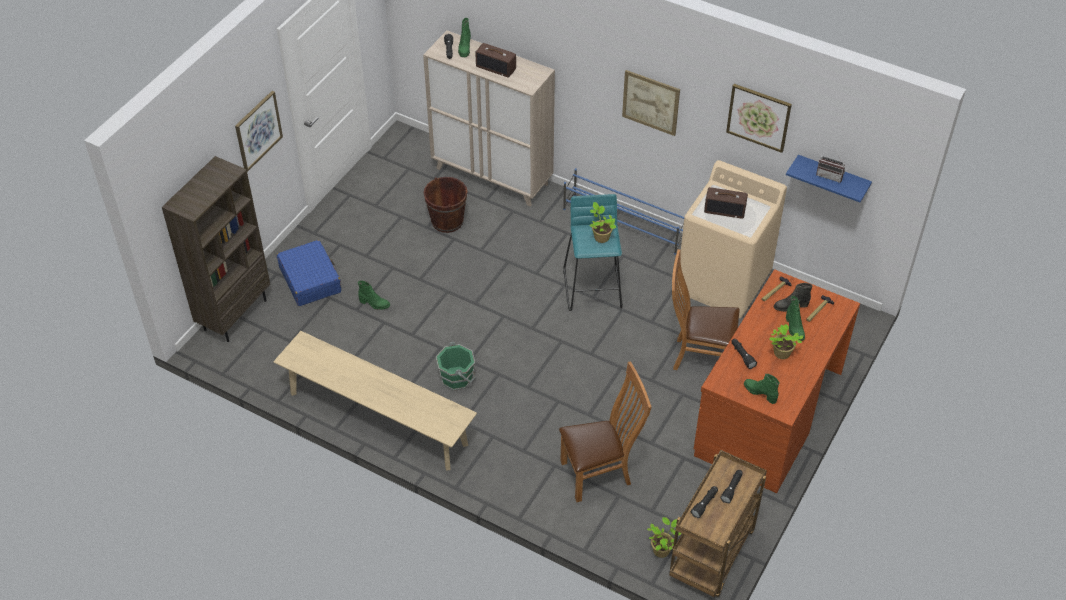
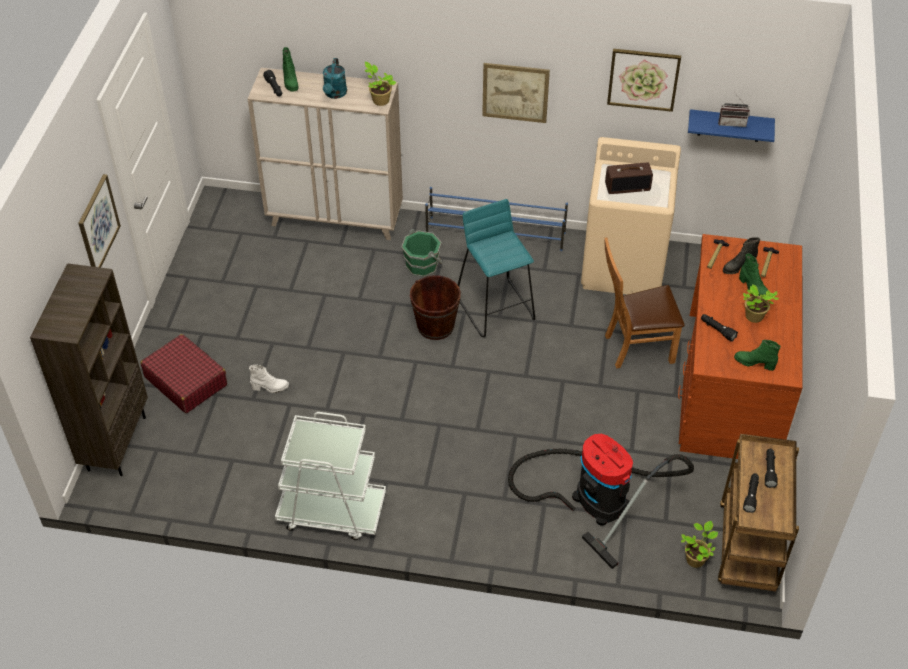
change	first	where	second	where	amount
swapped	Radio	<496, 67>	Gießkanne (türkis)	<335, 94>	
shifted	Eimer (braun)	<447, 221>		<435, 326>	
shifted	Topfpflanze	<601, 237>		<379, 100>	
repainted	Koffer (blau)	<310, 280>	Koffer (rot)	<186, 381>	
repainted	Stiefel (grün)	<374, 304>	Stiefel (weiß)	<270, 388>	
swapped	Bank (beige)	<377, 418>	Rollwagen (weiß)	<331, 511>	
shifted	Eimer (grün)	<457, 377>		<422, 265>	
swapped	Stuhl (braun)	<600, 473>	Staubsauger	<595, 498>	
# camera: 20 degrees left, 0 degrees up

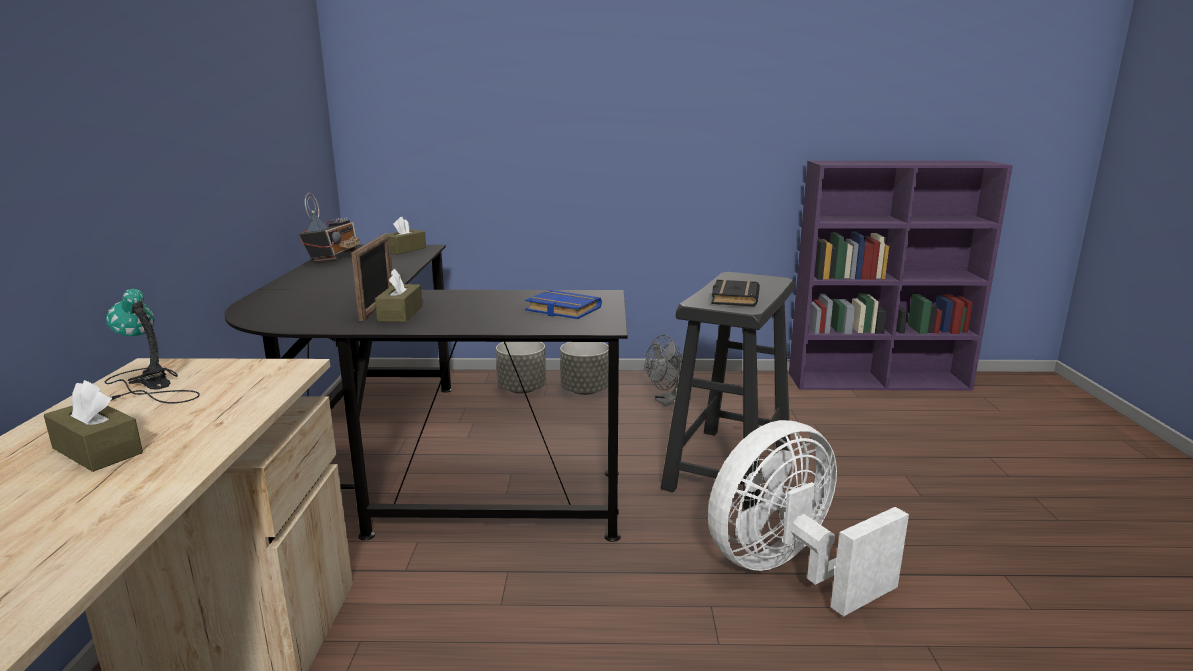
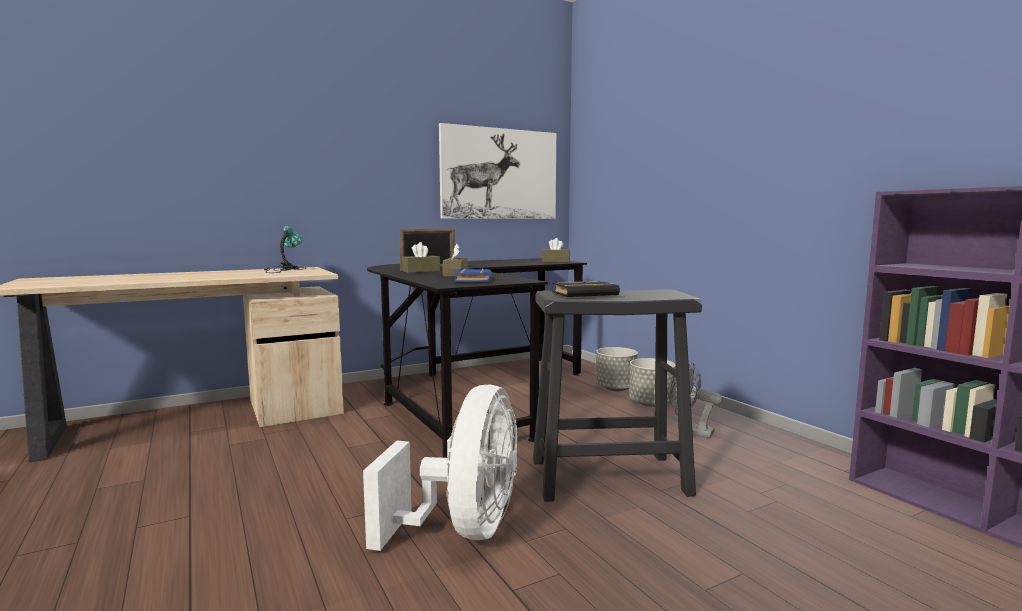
change	first	where	second	where	amount
gone	Radio	<333, 257>			
shifted	Taschentuchbox (braun)	<97, 451>		<455, 274>	
rotated	Ventilator (weiß)	<787, 570>		<464, 530>	75 degrees clockwise
new			Bild	<499, 174>	
# camera: 60 degrees right, 10 degrees down

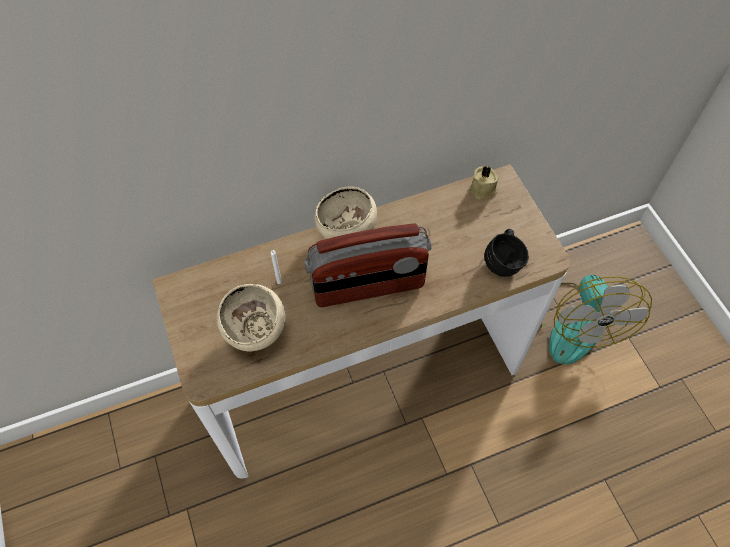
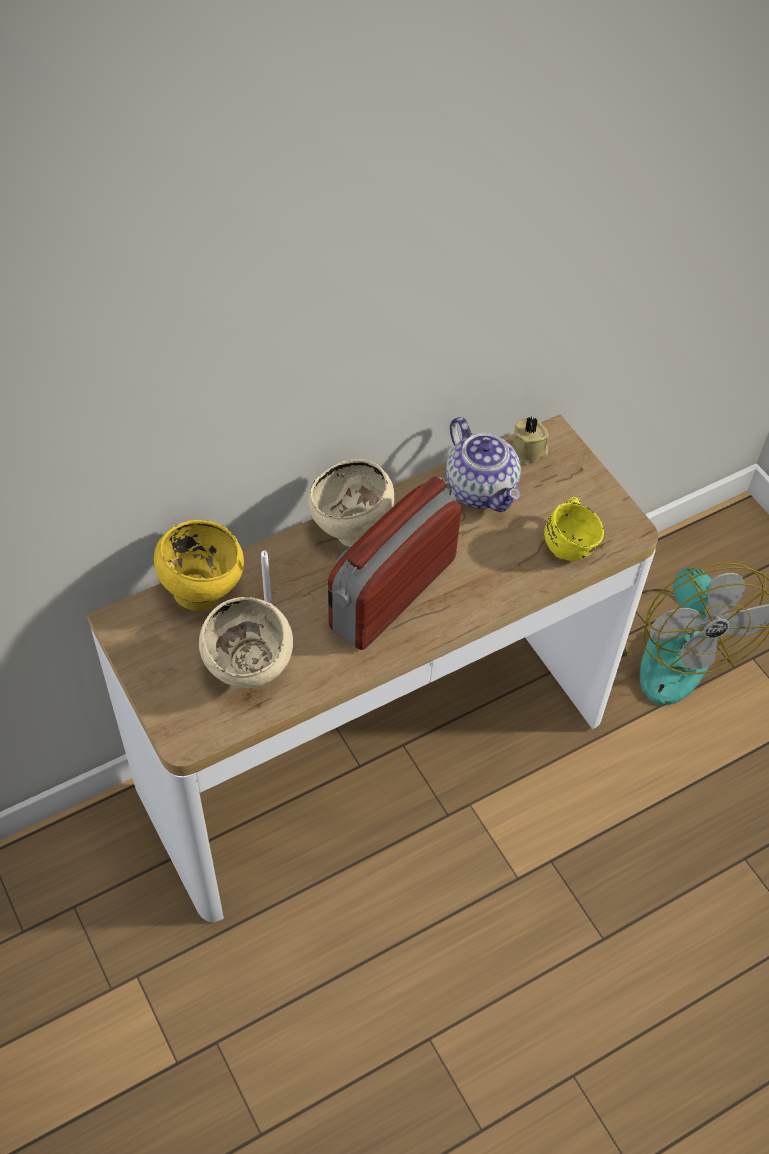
change	first	where	second	where	amount
rotated	Radio	<368, 286>		<392, 593>	150 degrees clockwise
repainted	Henkelbecher (schwarz)	<504, 261>	Henkelbecher (gelb)	<571, 542>	
new			Teekanne	<482, 489>	
new			Schüssel (gelb)	<202, 591>	
# camera: 10 degrees left, 5 degrees down

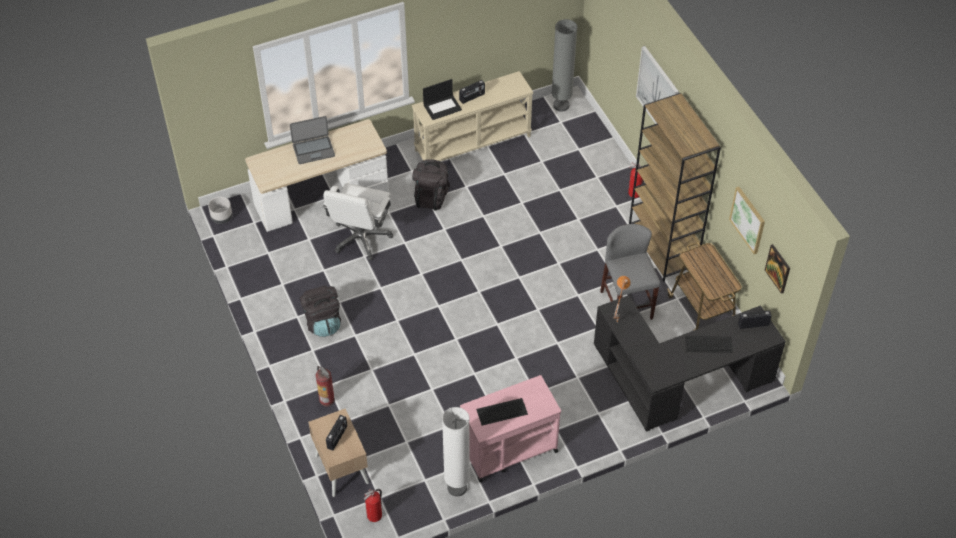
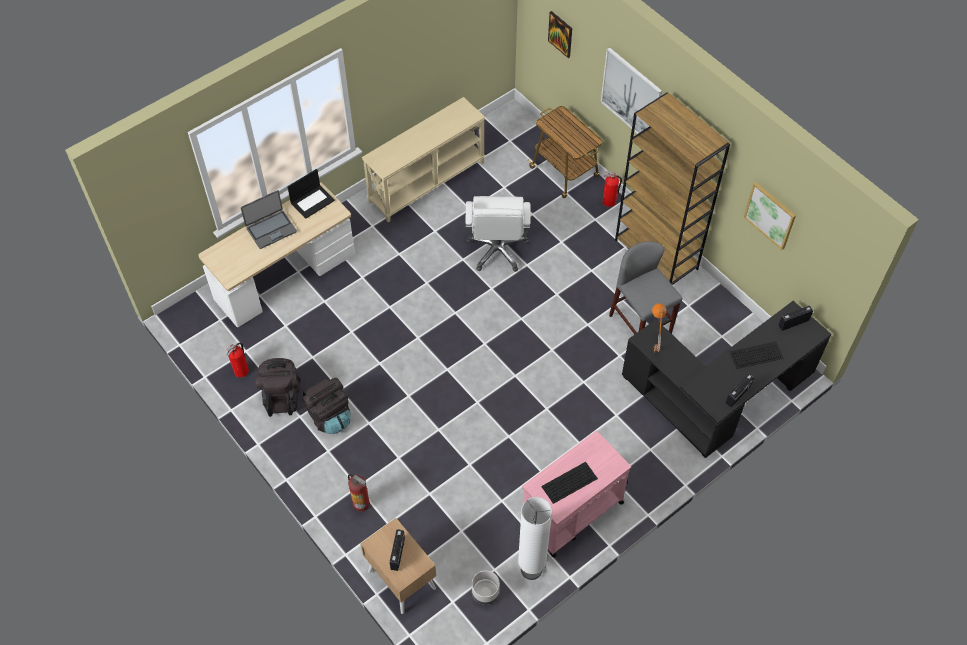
change	first	where	second	where	amount
gone	Stehlampe (grau)	<561, 105>			
shifted	Laptop	<442, 107>		<312, 201>	
shifted	Radio	<472, 97>		<738, 395>	
shifted	Rucksack (schwarz)	<431, 196>		<282, 396>	
shifted	Bürostuhl (weiß)	<361, 238>		<497, 250>	
shifted	Pflanzkübel (grau)	<222, 217>		<485, 593>	
shifted	Rollwagen	<702, 309>		<565, 173>	
shifted	Bild	<778, 268>		<560, 34>	
shifted	Feuerlöscher	<375, 515>		<241, 371>	
# camera: 15 degrees left, 5 degrees up

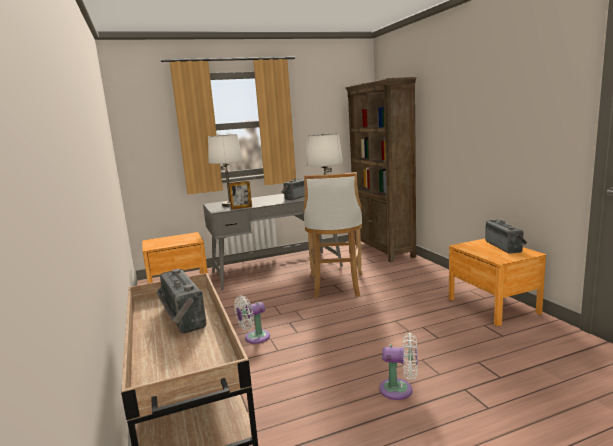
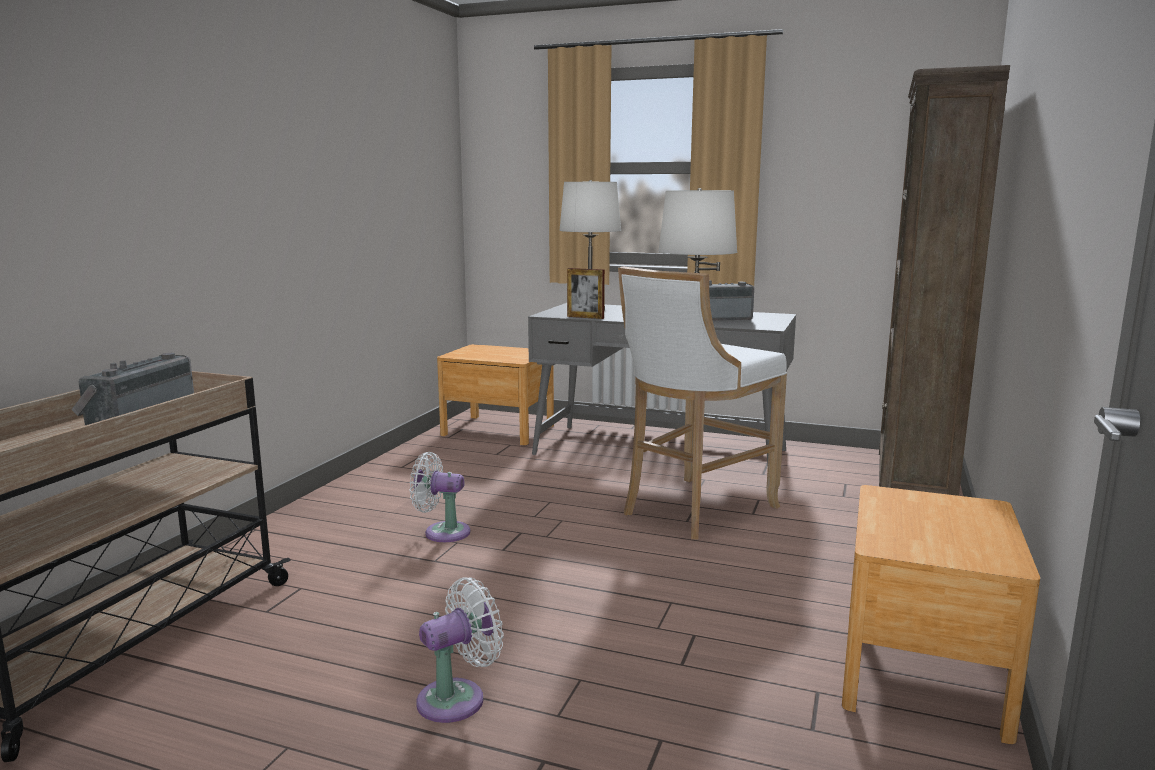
change	first	where	second	where	amount
gone	Radio	<505, 246>			
rotated	Ventilator (weiß)	<400, 390>		<457, 698>	90 degrees counterclockwise
# camera: 40 degrees right, 0 degrees up

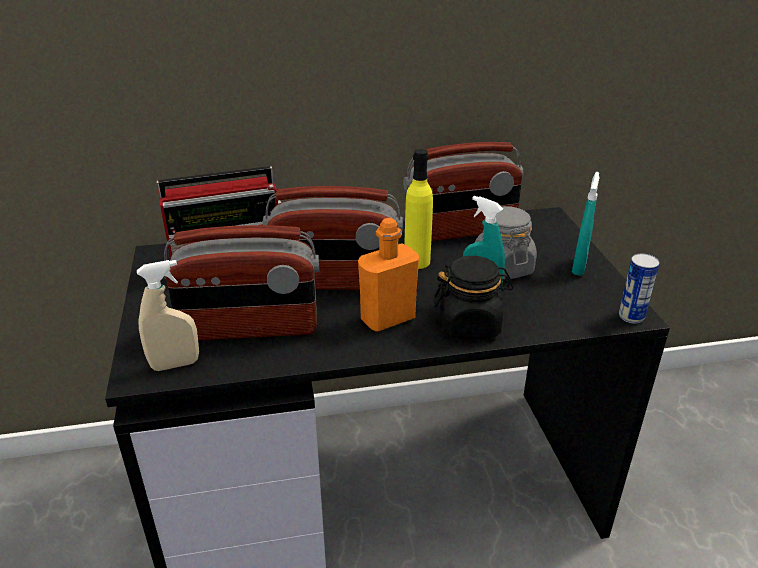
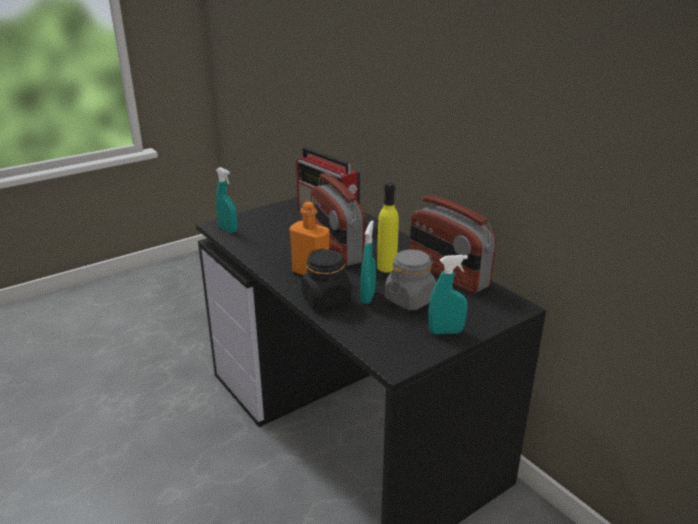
change	first	where	second	where	amount
gone	Radio	<249, 328>			
gone	Dose	<631, 316>			
repainted	Sprühflasche (beige)	<175, 364>	Sprühflasche (türkis)	<228, 229>	
# camera: 65 degrees right, 5 degrees down

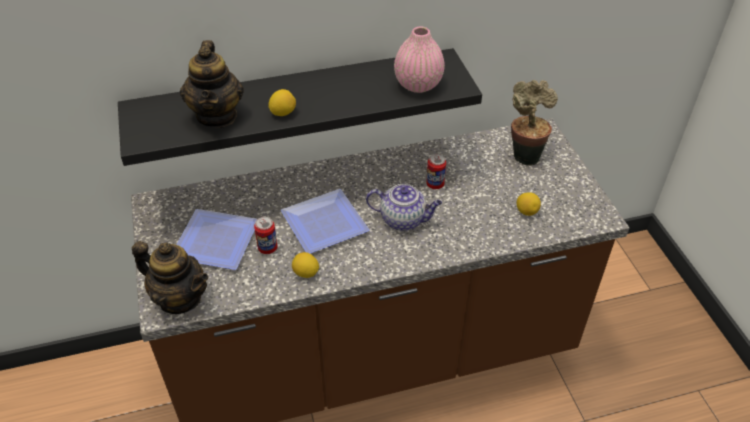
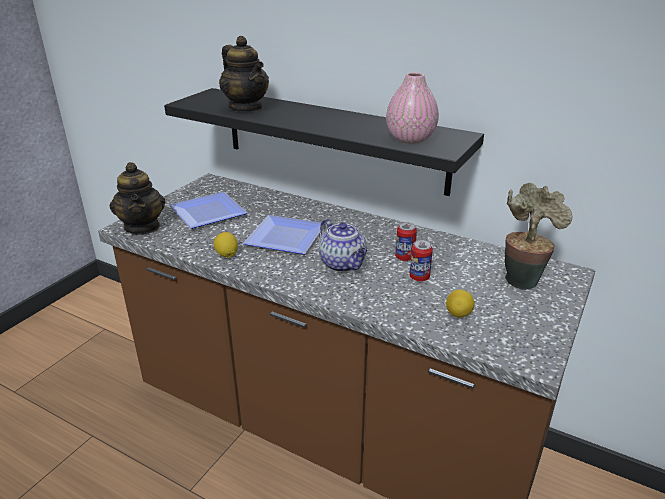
change	first	where	second	where	amount
rotated	Teekanne	<217, 115>		<246, 108>	75 degrees counterclockwise
gone	Zitrone	<283, 113>			
shifted	Dose	<267, 248>		<419, 277>	
# camera: 45 degrees right, 15 degrees down

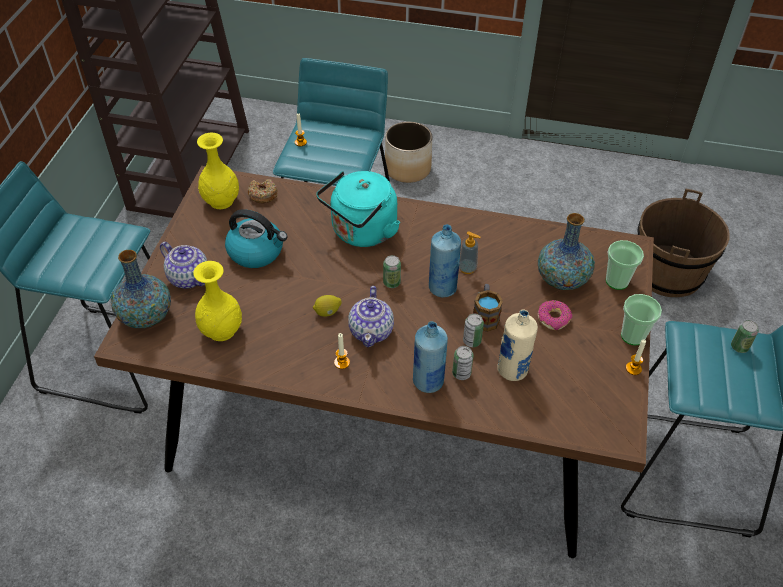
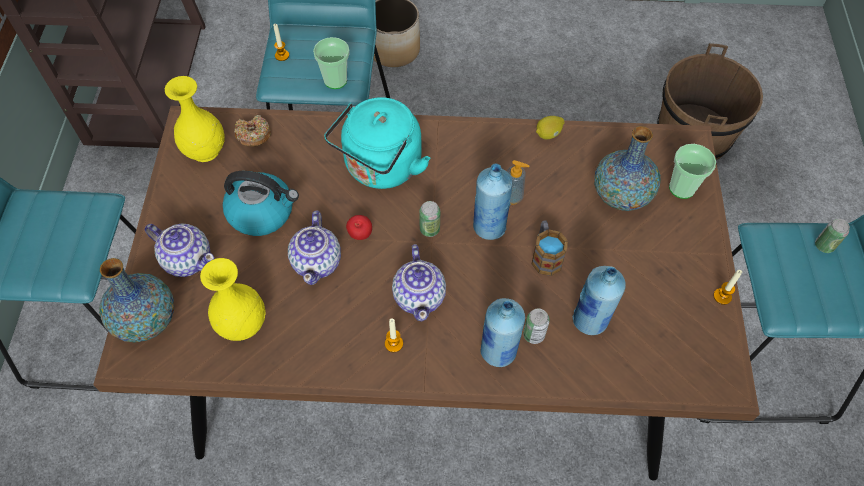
change	first	where	second	where	amount
shifted	Tasse	<632, 336>		<335, 80>	
shifted	Zitrone	<327, 312>		<548, 134>	
gone	Donut	<554, 318>			
repainted	Flasche (beige)	<512, 370>	Flasche (blau)	<590, 321>	
gone	Dose	<472, 341>			
new			Teekanne	<317, 262>	
new			Apfel	<360, 235>	
# camera: 10 degrees left, 10 degrees up

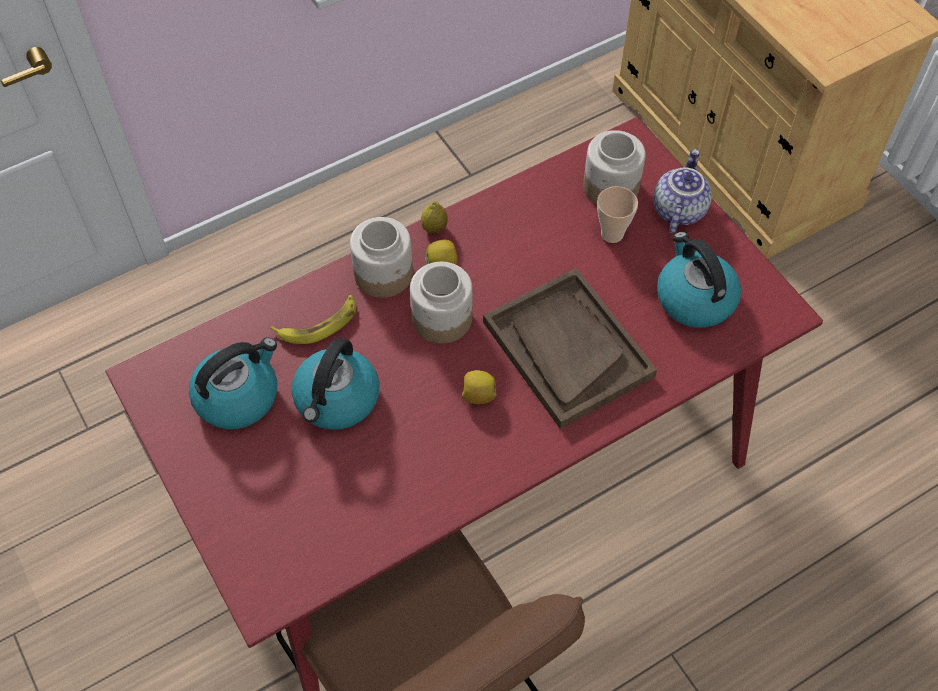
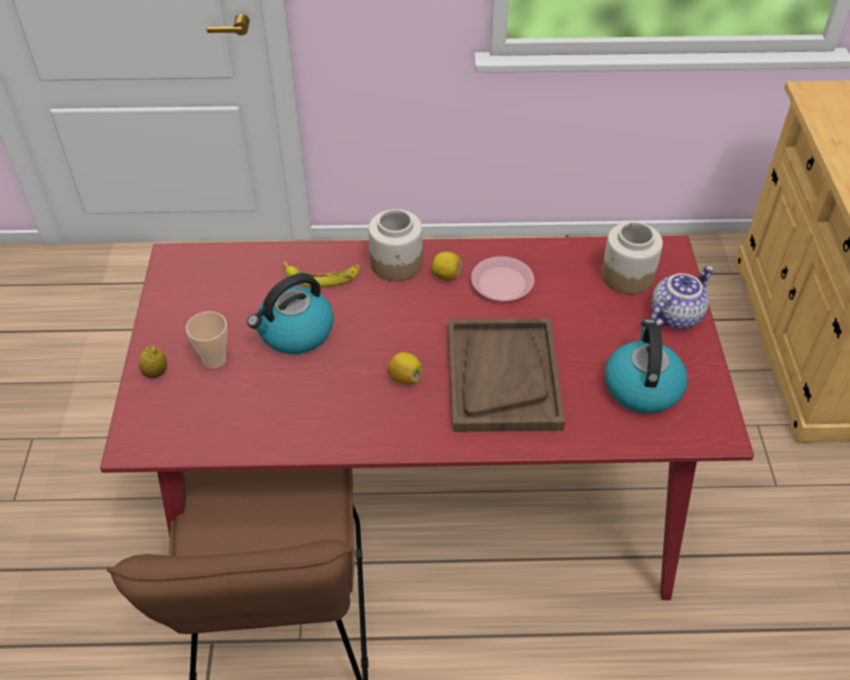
change	first	where	second	where	amount
shifted	Tasse	<612, 234>		<214, 360>	
shifted	Zitrone	<434, 228>		<155, 373>	
gone	Vorratsglas	<443, 318>			
gone	Wasserkessel	<238, 396>			
new			Teller (rosa)	<502, 284>	
# camera: 30 degrees right, 10 degrees down

